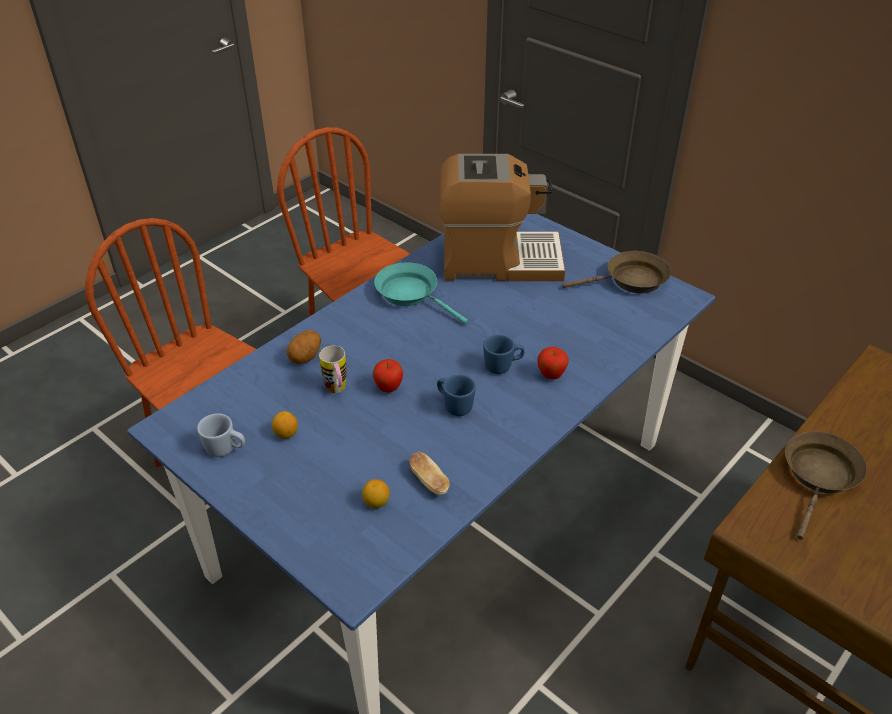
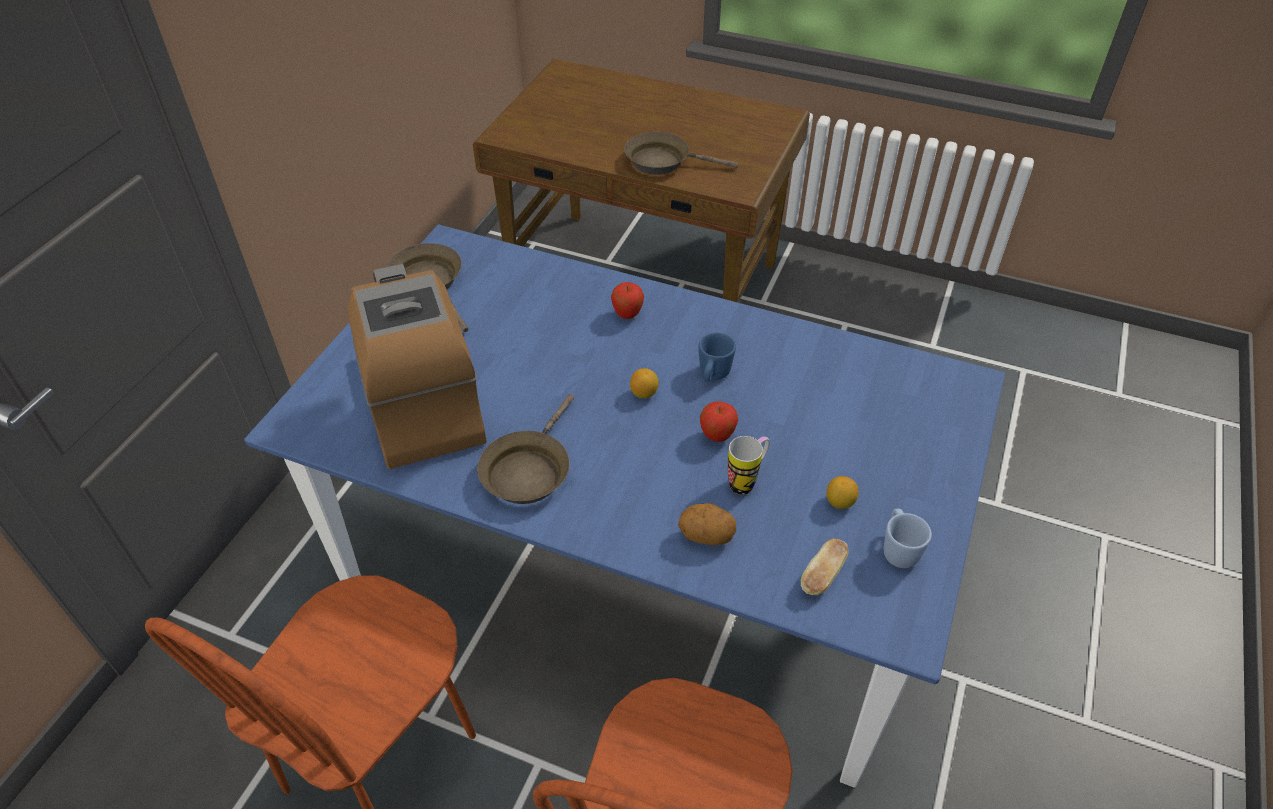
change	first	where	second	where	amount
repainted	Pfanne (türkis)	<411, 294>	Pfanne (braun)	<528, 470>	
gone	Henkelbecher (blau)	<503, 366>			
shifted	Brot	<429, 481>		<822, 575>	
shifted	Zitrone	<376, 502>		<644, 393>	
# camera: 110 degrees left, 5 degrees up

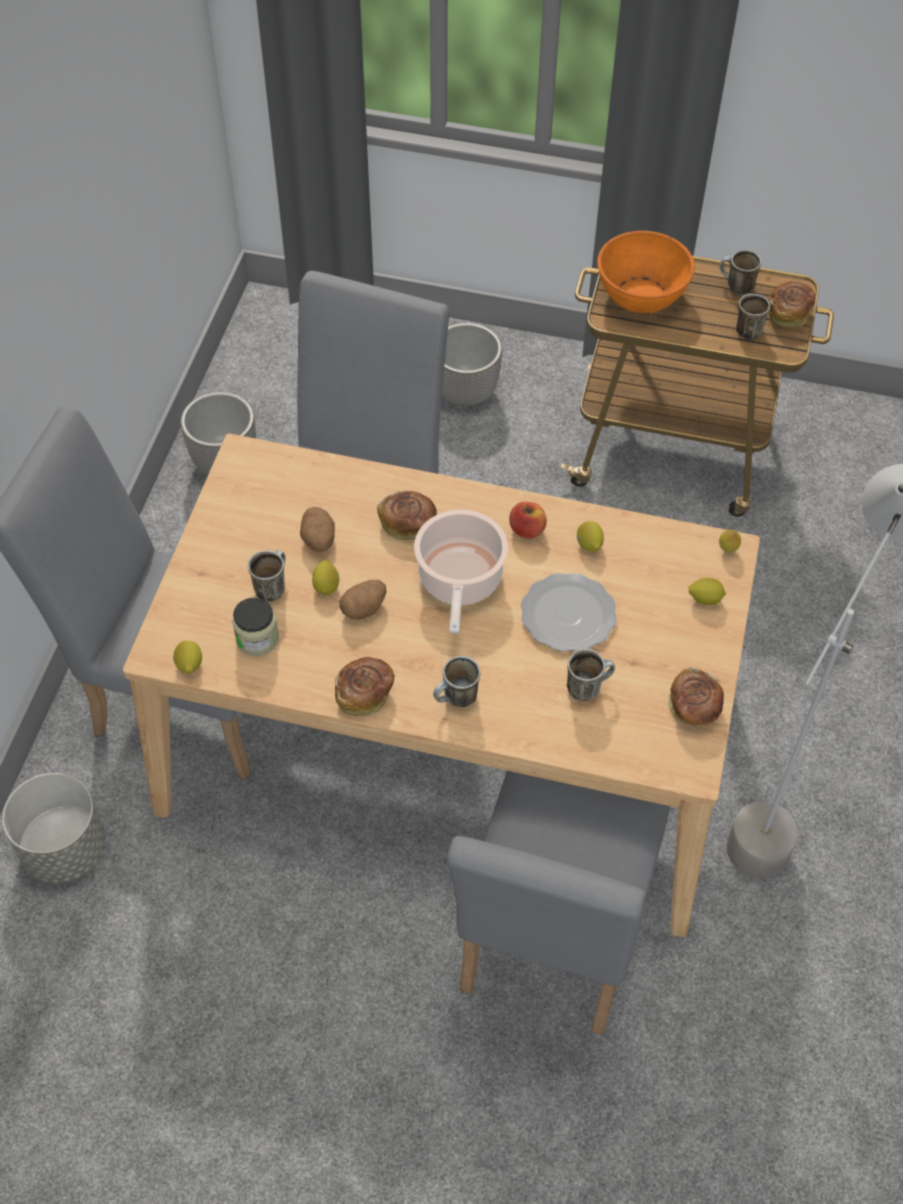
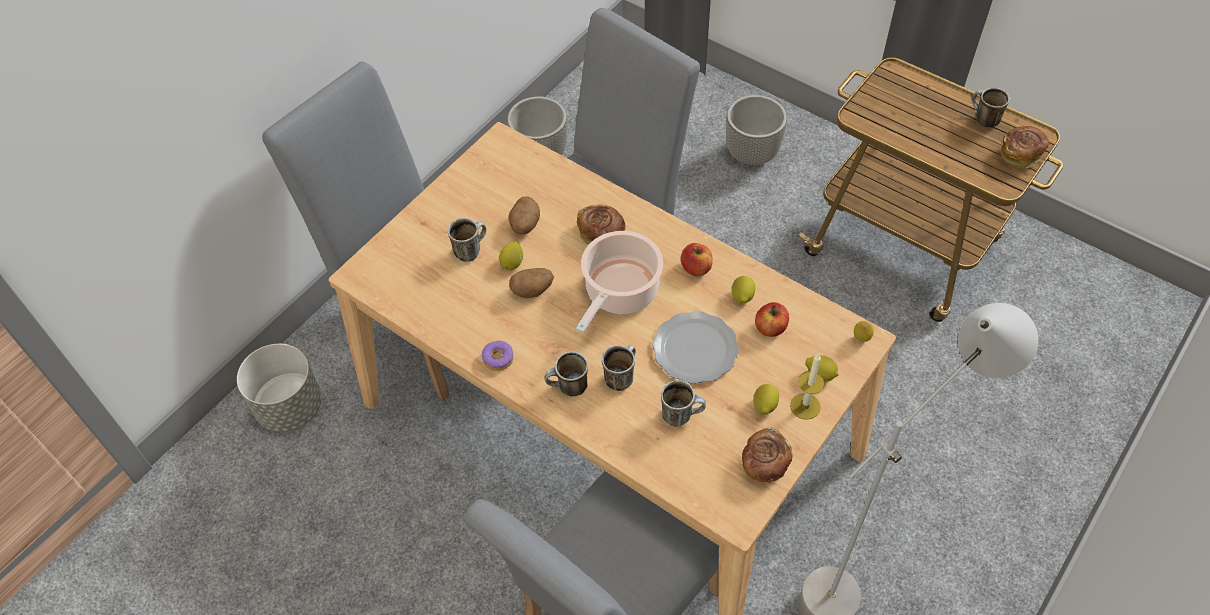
change	first	where	second	where	amount
gone	Schüssel (orange)	<641, 296>			
shifted	Henkelbecher	<747, 328>		<620, 376>	
gone	Vorratsglas	<257, 639>			
shifted	Zitrone	<189, 665>		<764, 405>	
swapped	Brot	<365, 694>	Donut	<498, 358>	
new			Apfel	<770, 328>	
new			Kerze	<805, 406>	
# camera: 25 degrees right, 0 degrees up

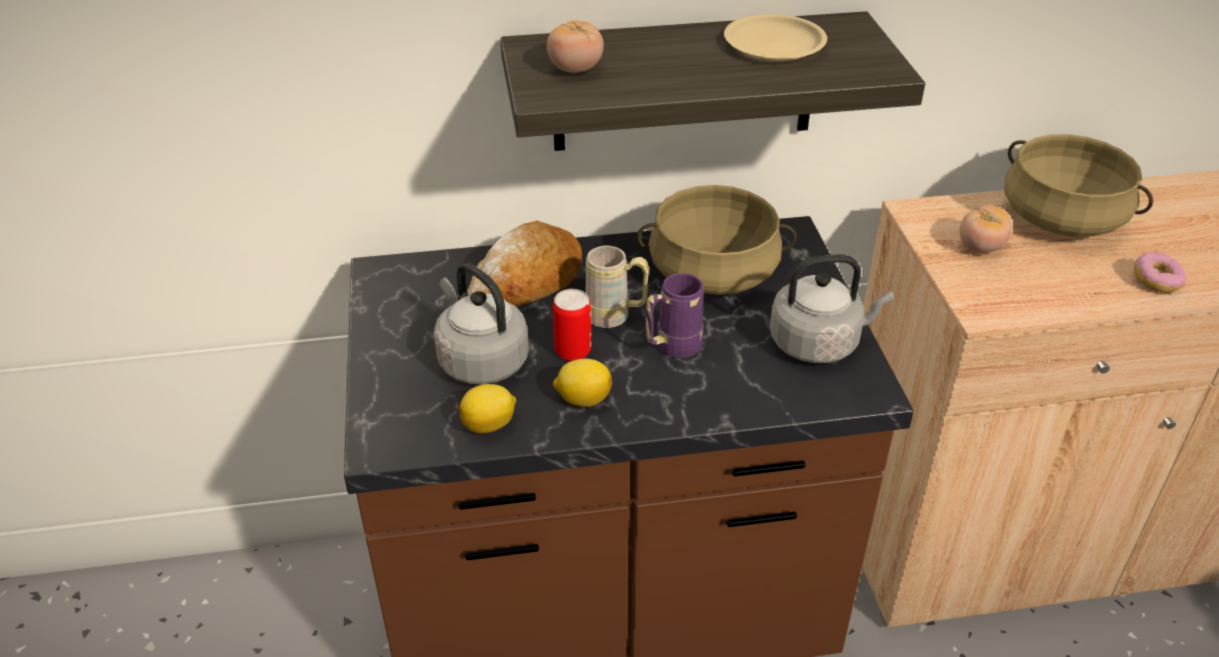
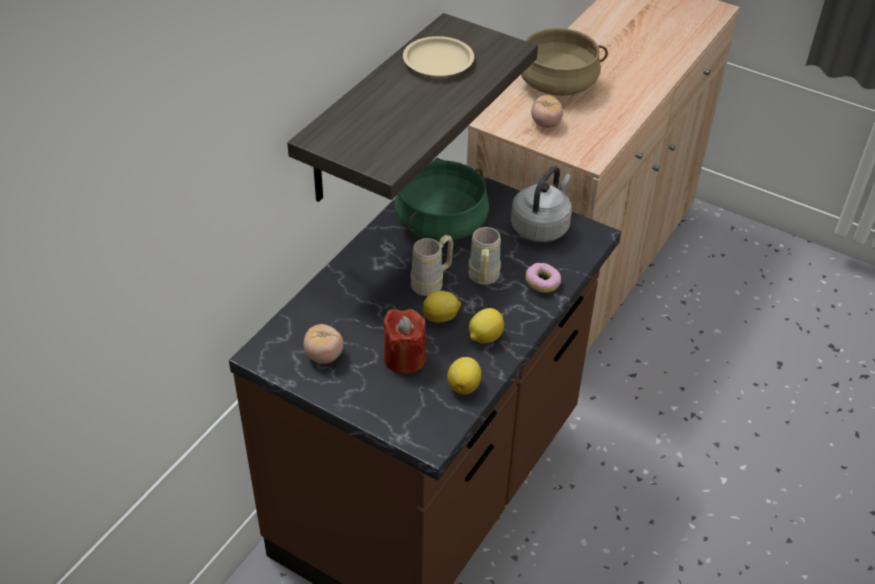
change	first	where	second	where	amount
shifted	Tomate	<575, 69>		<324, 356>	
repainted	Kochtopf (beige)	<712, 274>	Kochtopf (grün)	<441, 224>	
gone	Brot	<527, 281>			
shifted	Donut	<1156, 281>		<542, 283>	
swapped	Wasserkessel (grau)	<480, 360>	Kerze (rot)	<404, 358>	
repainted	Henkelbecher (lila)	<671, 348>	Henkelbecher (beige)	<483, 279>	
swapped	Dose	<572, 352>	Zitrone	<441, 317>	
# camera: 50 degrees left, 5 degrees up

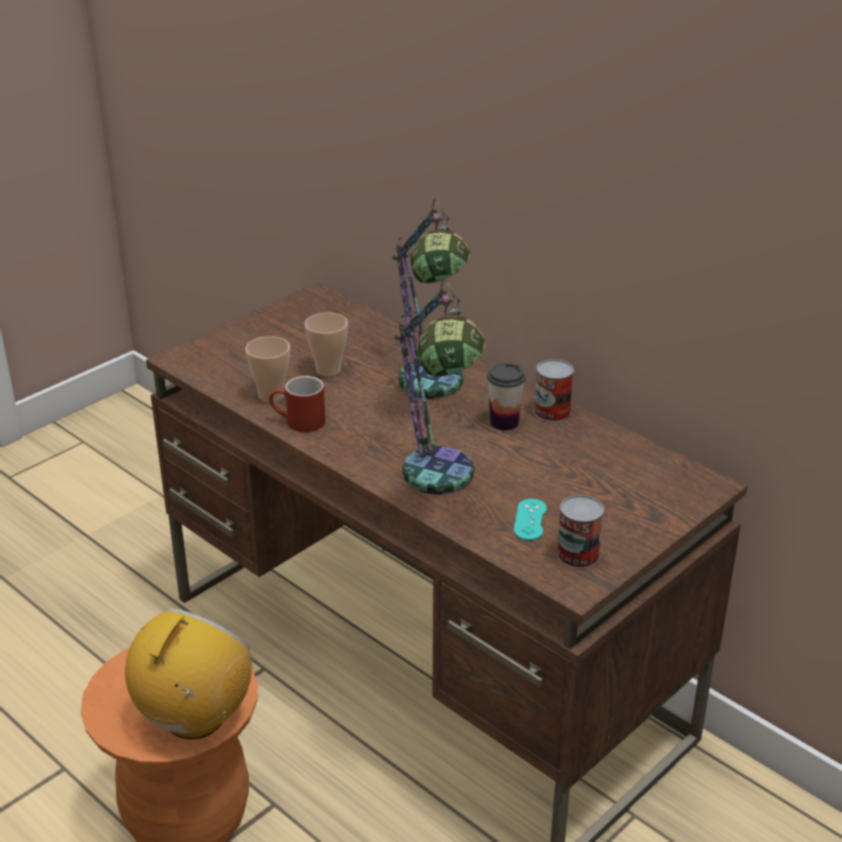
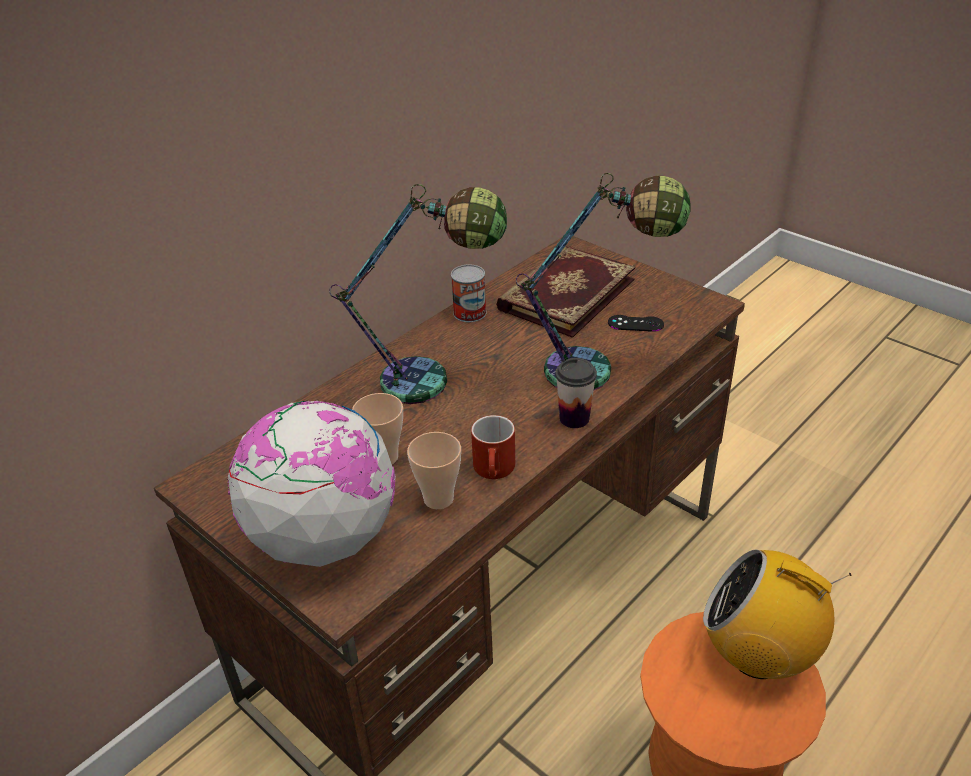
change	first	where	second	where	amount
shifted	Tasse	<504, 422>		<574, 418>	
gone	Dose	<578, 555>			
repainted	Gamepad (türkis)	<530, 520>	Gamepad (schwarz)	<635, 323>	
new			Buch	<565, 294>	
new			Globus	<323, 538>	
# camera: 90 degrees left, 5 degrees up

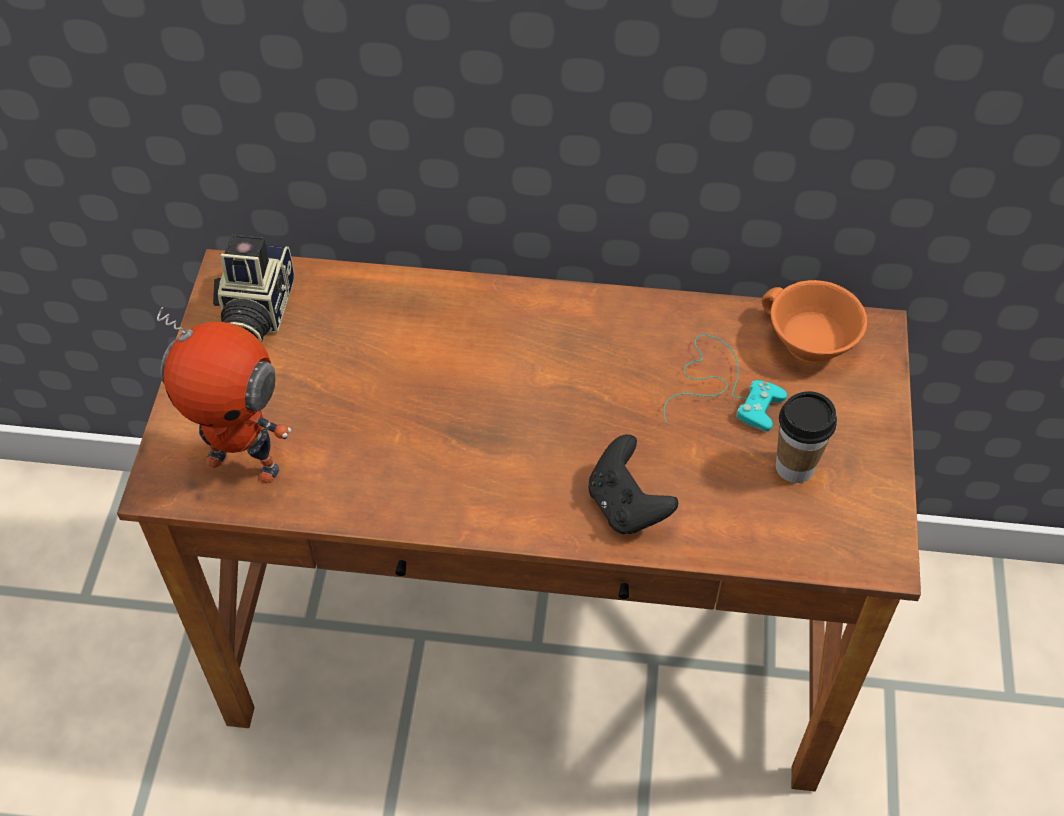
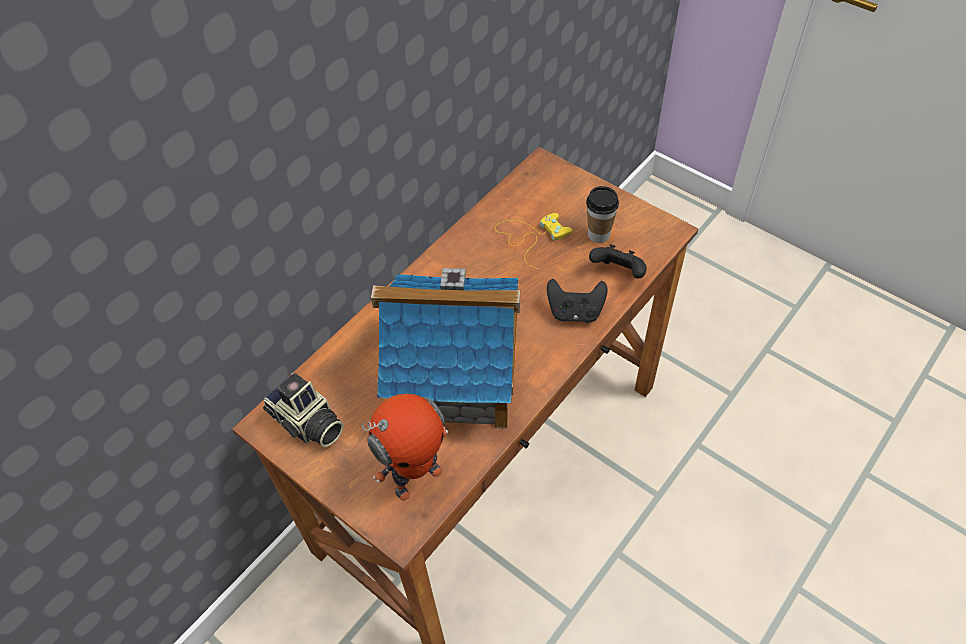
change	first	where	second	where	amount
gone	Tasse (orange)	<807, 342>			
repainted	Gamepad (türkis)	<722, 387>	Gamepad (gelb)	<531, 236>	
new			Gamepad (schwarz)	<618, 273>	
new			Spielzeughaus	<455, 376>	
# camera: 55 degrees left, 0 degrees up

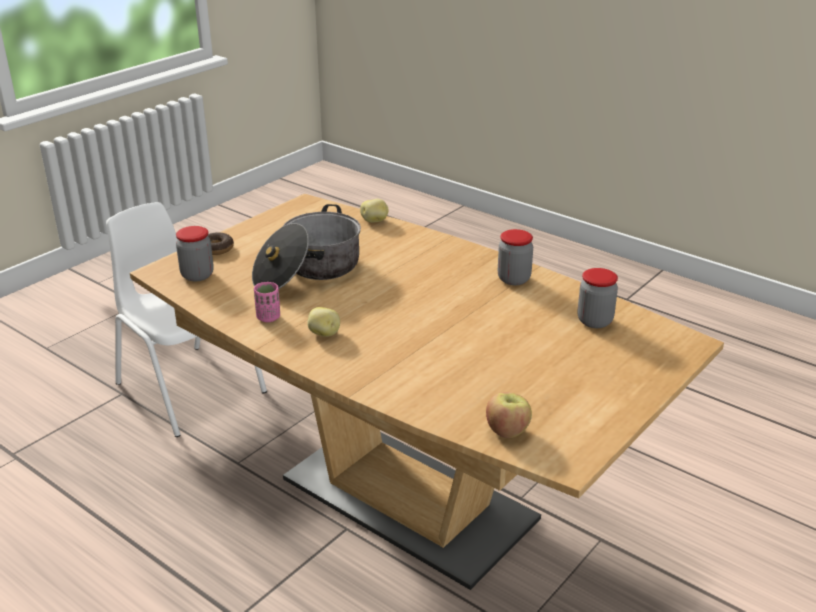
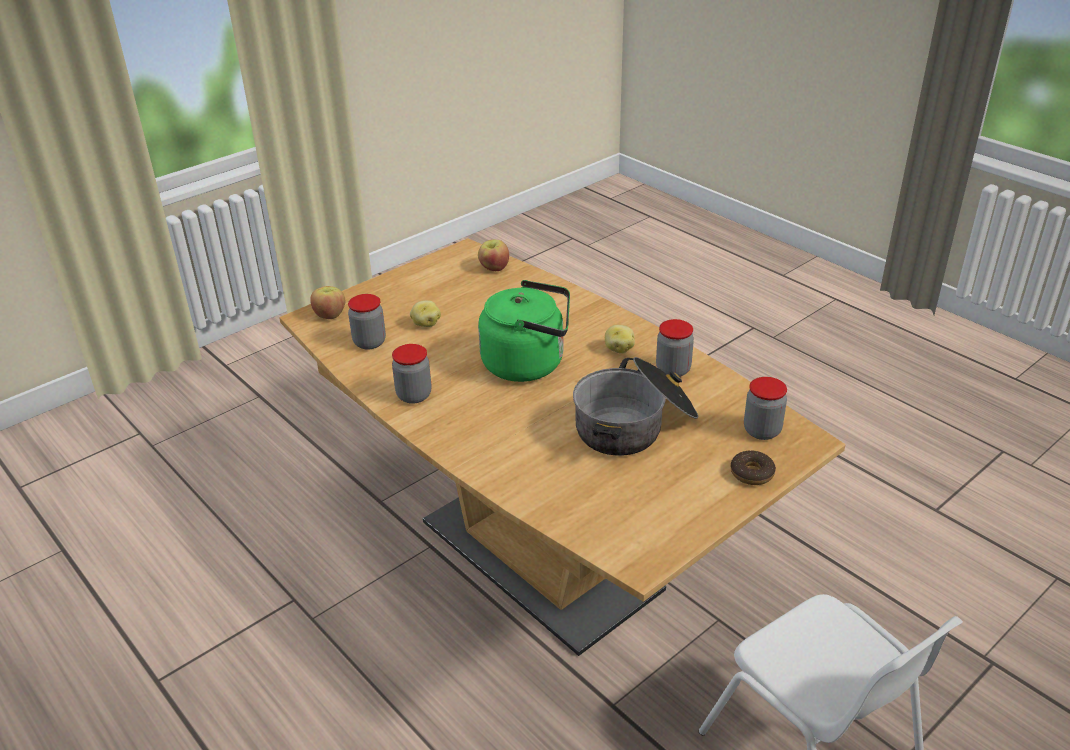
change	first	where	second	where	amount
shifted	Kartoffel	<375, 221>		<426, 324>	
swapped	Tasse (rosa)	<268, 317>	Vorratsglas	<673, 370>	
new			Wasserkessel (grün)	<528, 363>	
new			Apfel	<330, 315>	
# camera: 170 degrees left, 5 degrees up

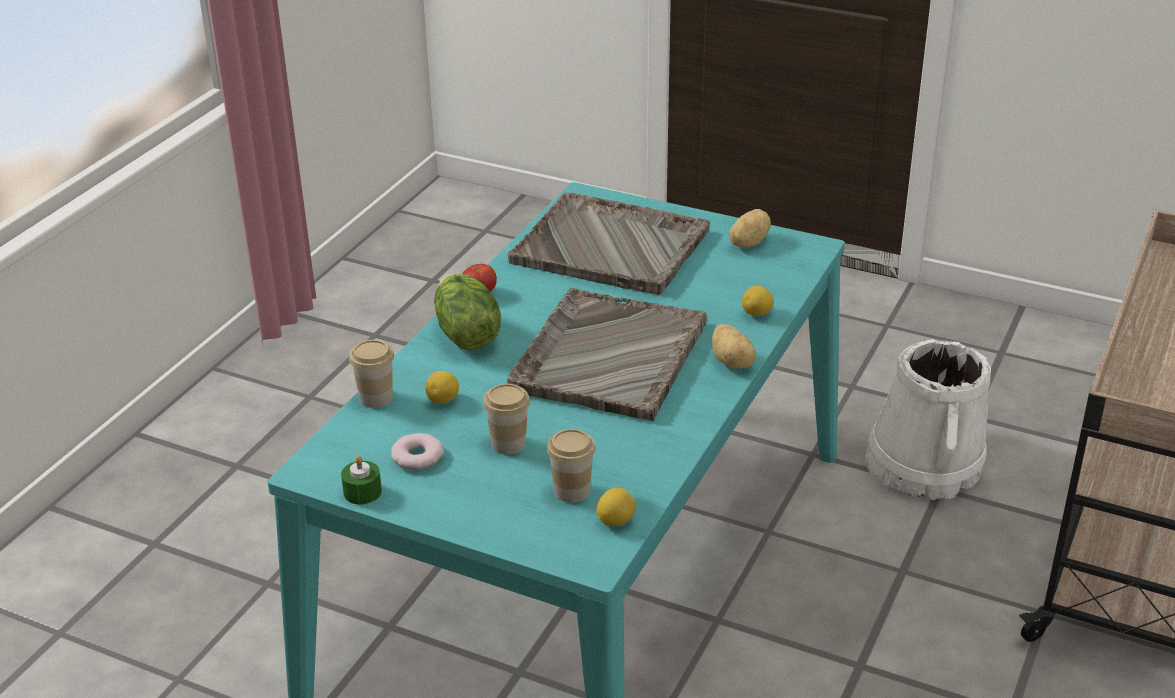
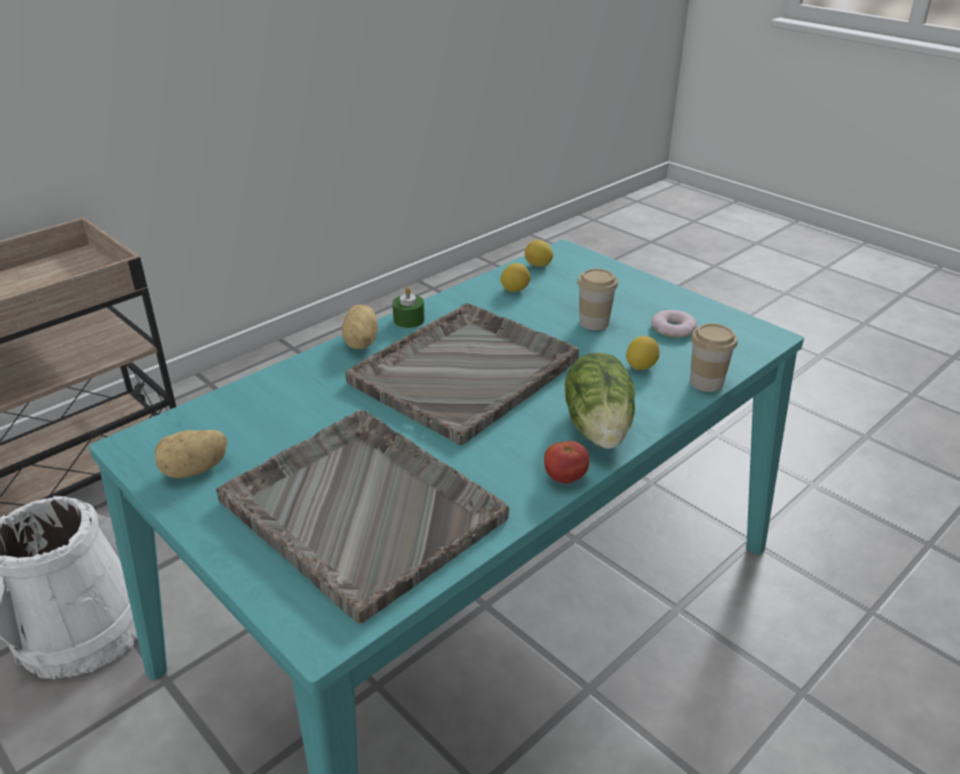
change	first	where	second	where	amount
shifted	Zitrone	<757, 314>		<514, 290>	
gone	Tasse	<572, 491>			
shifted	Kerze (grün)	<362, 492>		<409, 320>	
# camera: 160 degrees left, 0 degrees up

